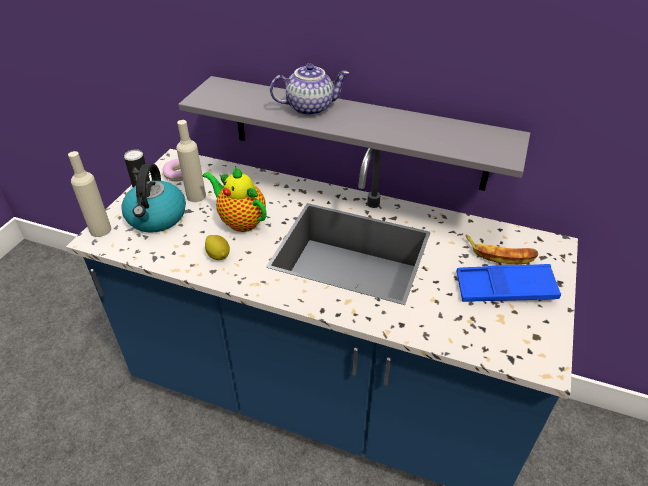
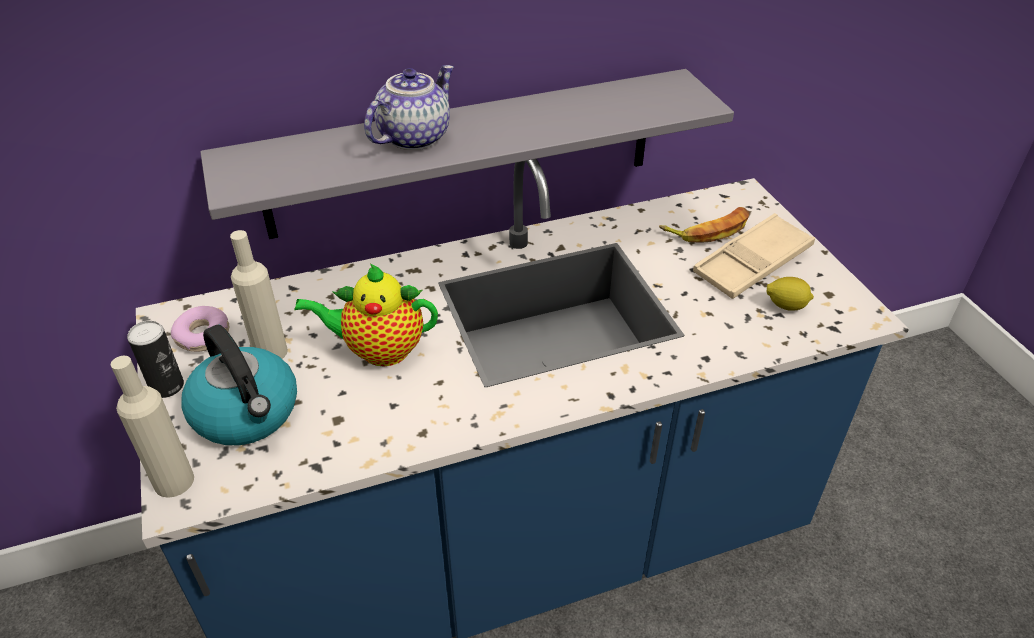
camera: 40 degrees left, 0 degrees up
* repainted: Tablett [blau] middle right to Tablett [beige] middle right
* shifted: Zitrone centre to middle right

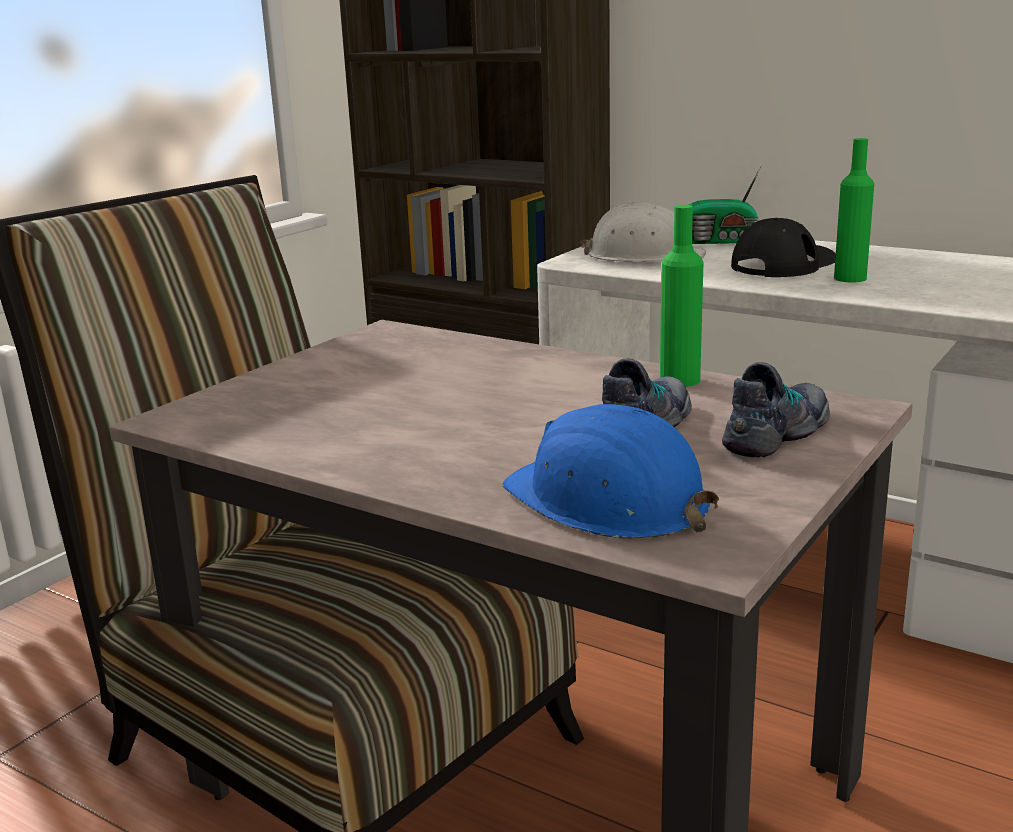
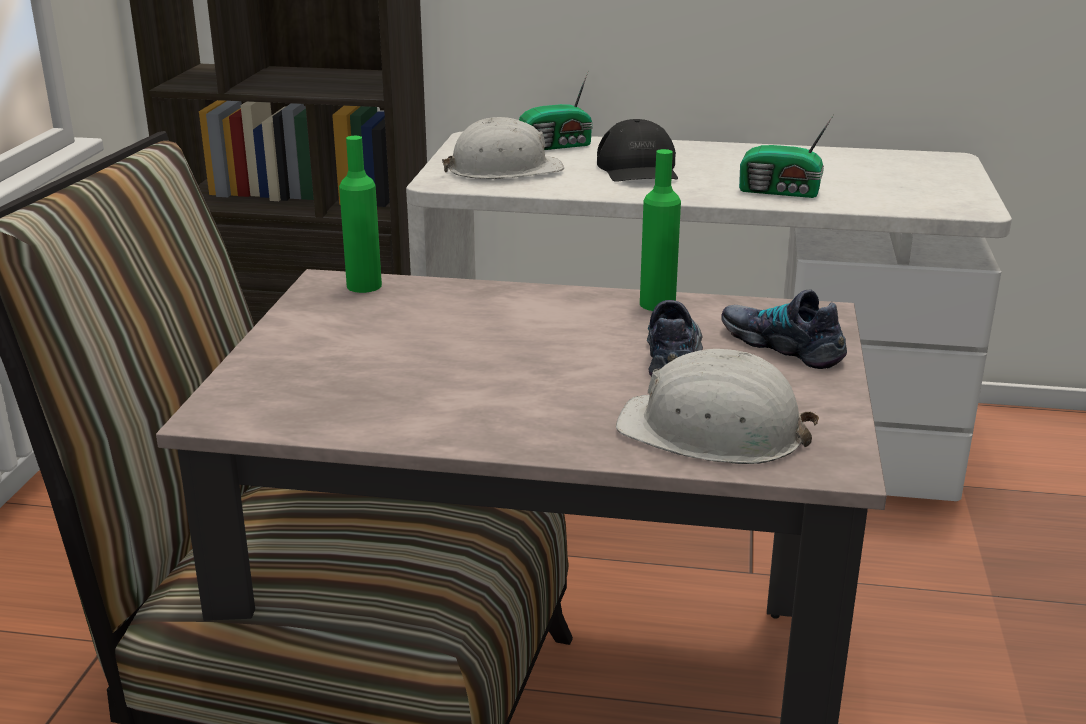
camera: 25 degrees left, 5 degrees up
* shifted: Flasche [grün] (no. 2 from left in the first image) top right to Flasche [grün] (no. 1 from left) top left
* rotated: Kappe [schwarz] top right = top centre 150 degrees clockwise
* repainted: Schutzhelm [blau] centre to Schutzhelm [weiß] (no. 2 from left) centre
* rotated: Schuh (no. 2 from left) middle right = middle right 60 degrees counterclockwise
* new: Radio (no. 2 from left) top right

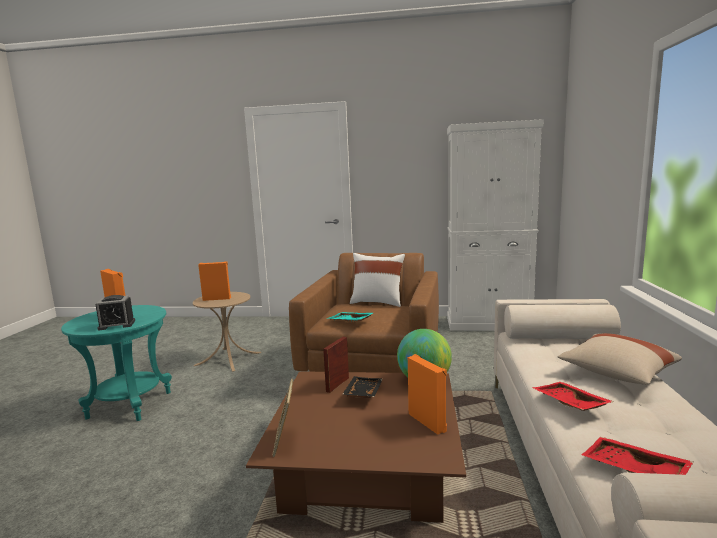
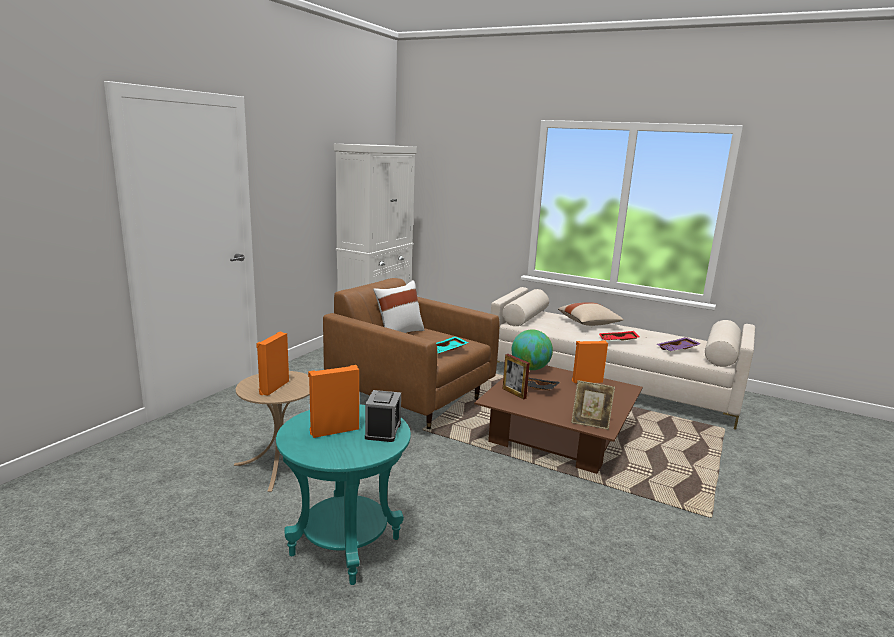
camera: 70 degrees left, 5 degrees up
* repainted: Tablett [rot] (no. 2 from left) bottom right to Tablett [lila] middle right

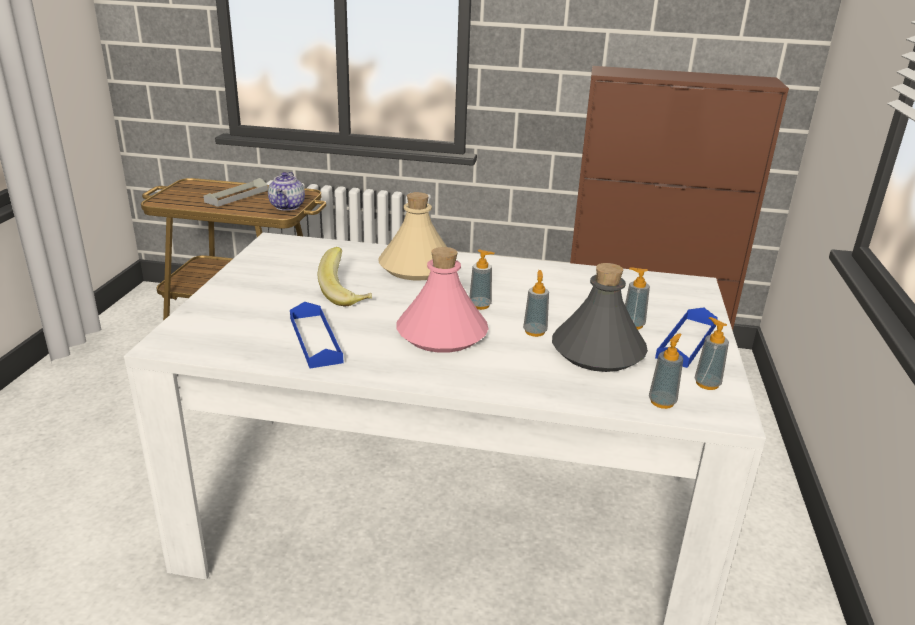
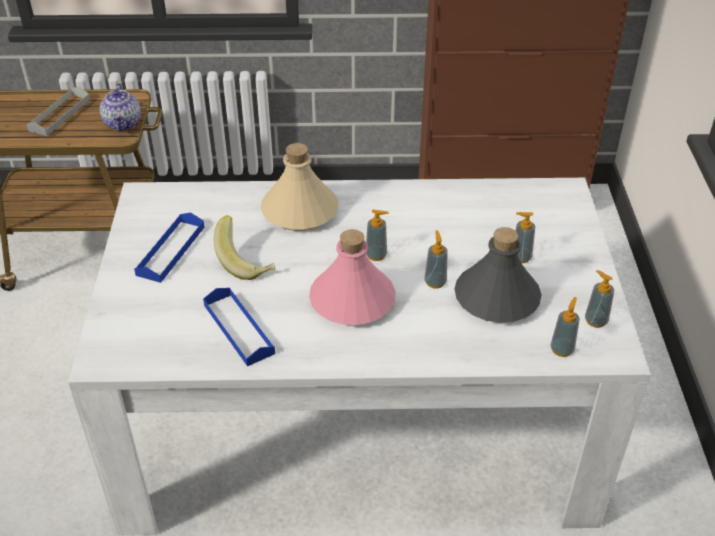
camera: 10 degrees left, 15 degrees up
* shifted: Tablett [blau] (no. 2 from left in the first image) middle right to Tablett [blau] (no. 1 from left) middle left

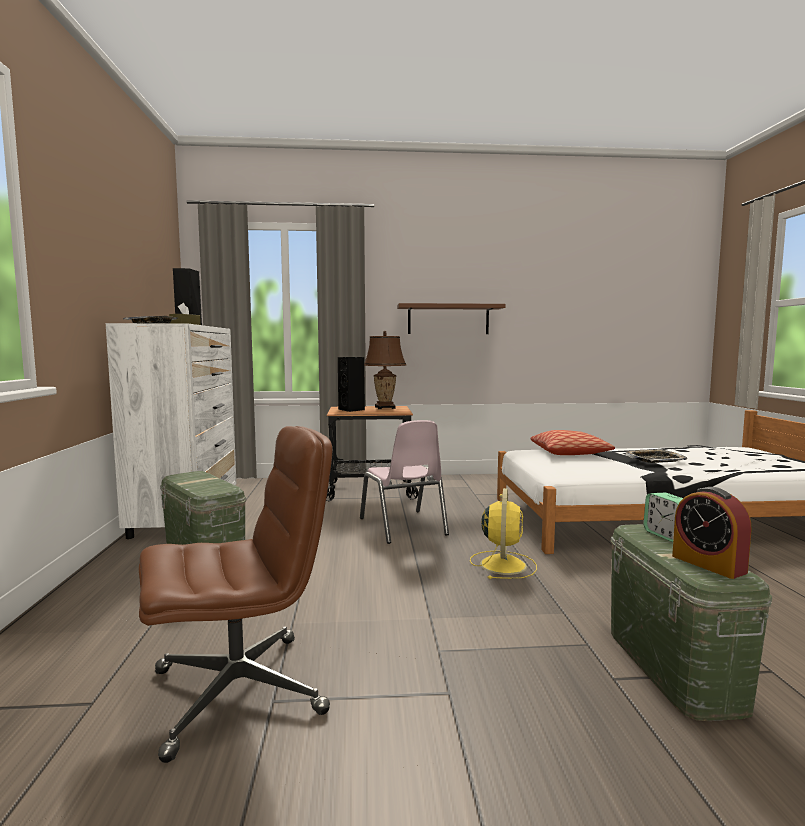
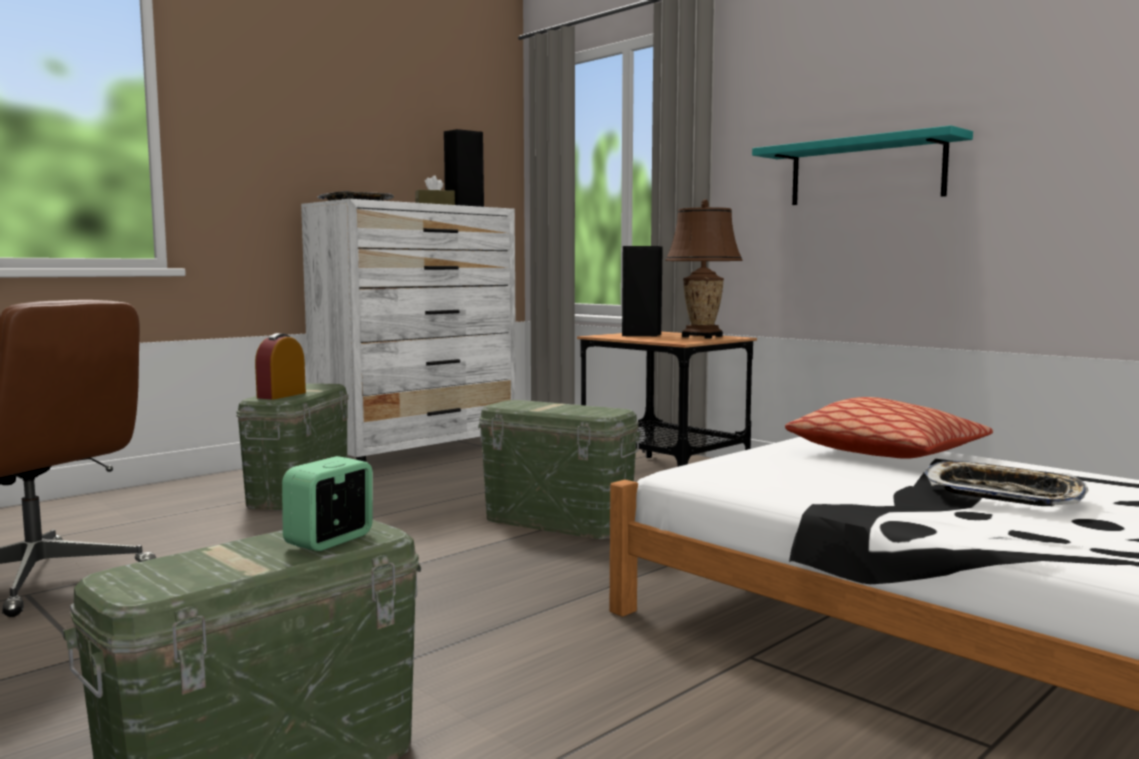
camera: 50 degrees right, 0 degrees up
* shifted: Wecker (no. 2 from left in the first image) middle right to Wecker (no. 1 from left) middle left
* swapped: Stuhl [rosa] centre to Aufbewahrungsbox [grün] (no. 3 from left) centre
* repainted: Wandregal [braun] centre to Wandregal [türkis] top right
* gone: Ventilator [gelb] centre

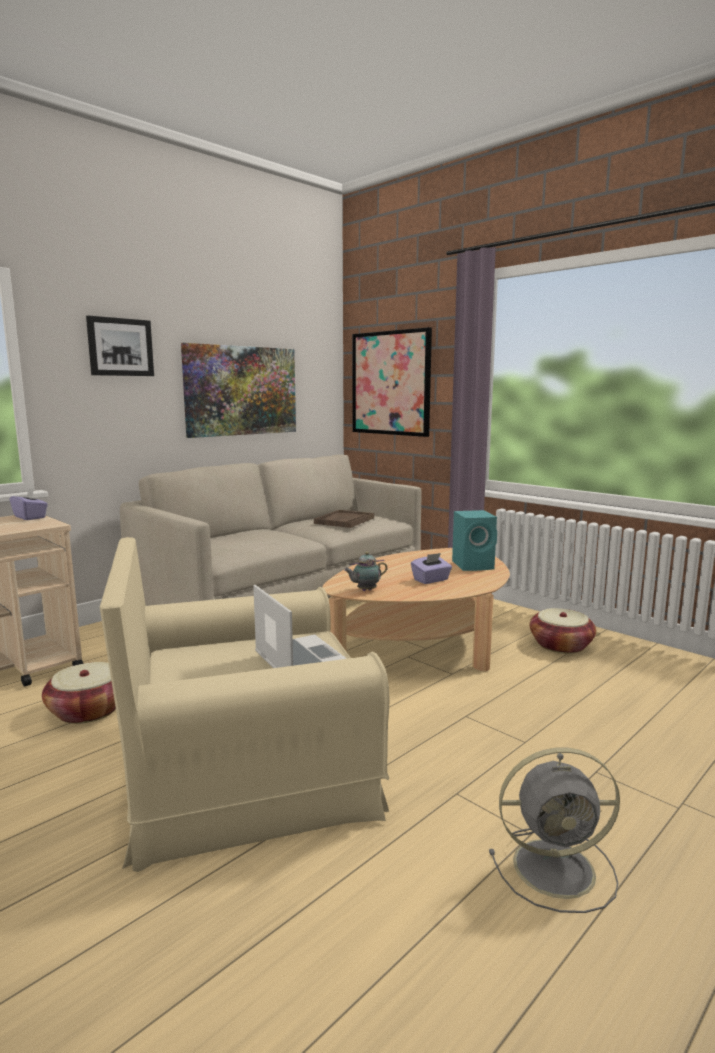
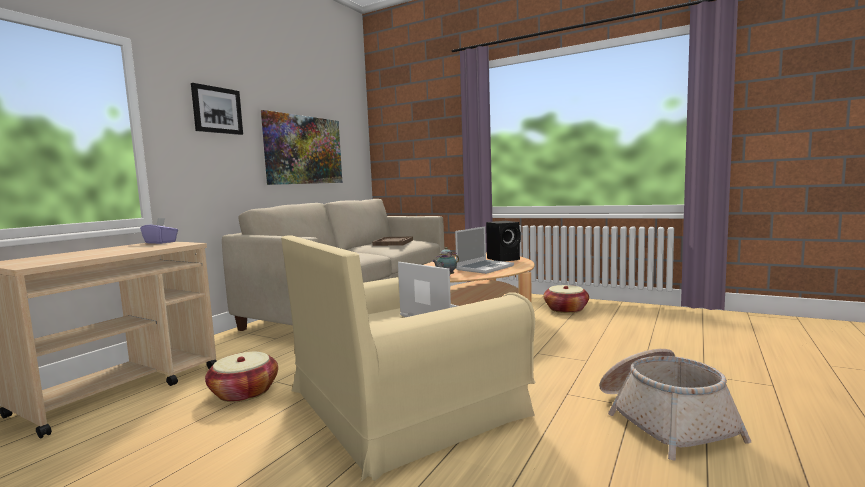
camera: 15 degrees left, 5 degrees down
* swapped: Taschentuchbox [lila] (no. 2 from left) centre to Laptop (no. 2 from left) centre
* repainted: Lautsprecher [türkis] centre to Lautsprecher [schwarz] centre
* swapped: Ventilator [grau] bottom right to Korb (no. 3 from left) bottom right
* gone: Bild (no. 3 from left) centre

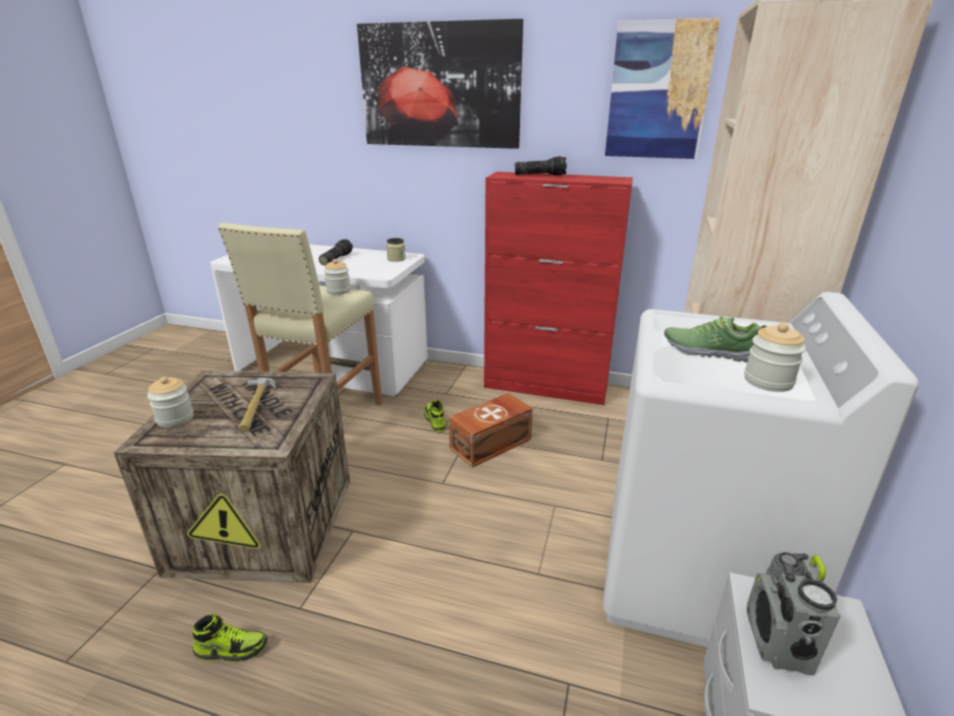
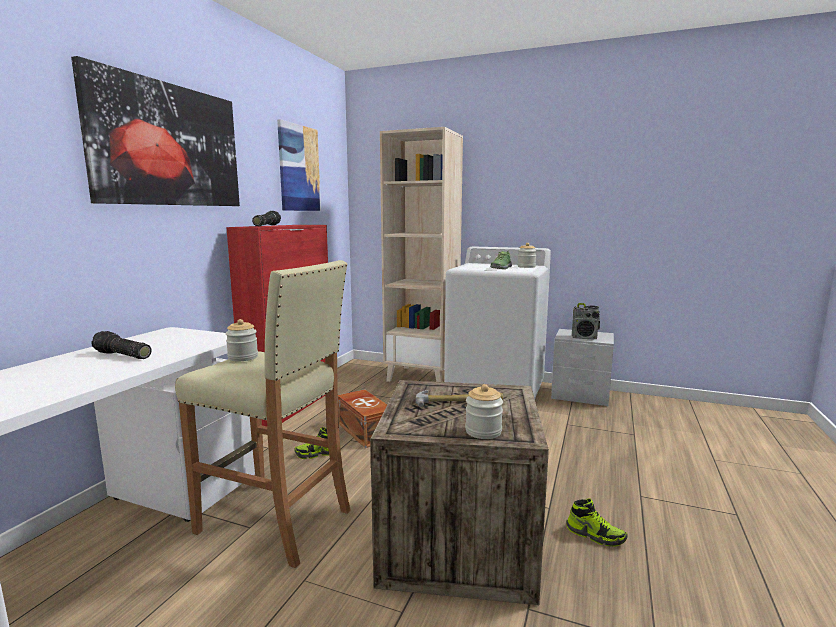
camera: 85 degrees left, 15 degrees down
* rotated: Schuh (no. 1 from left in the first image) bottom left = bottom right 120 degrees clockwise
* gone: Vorratsglas (no. 3 from left) centre

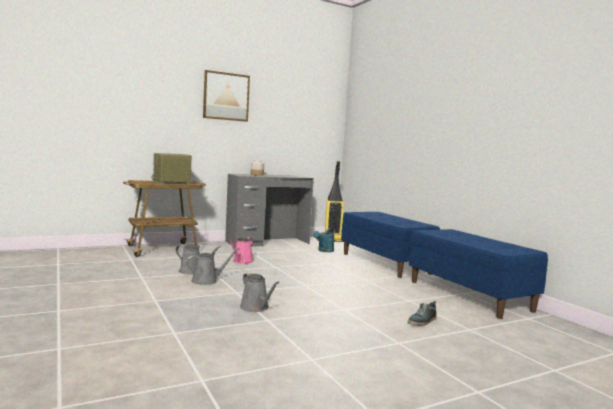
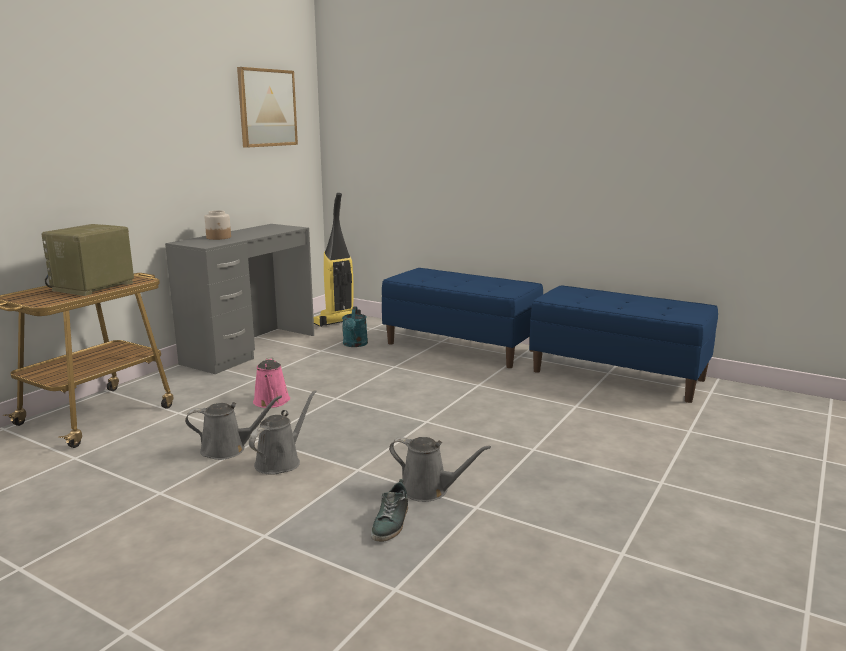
camera: 30 degrees left, 10 degrees up
* shifted: Bild top centre to top left
* shifted: Schuh bottom right to bottom centre

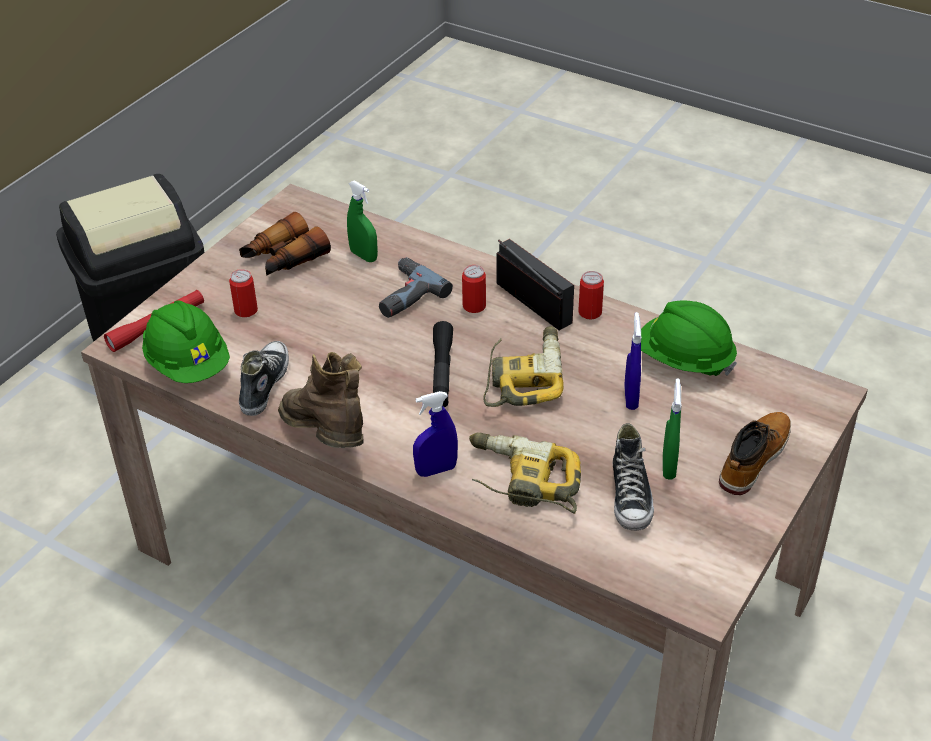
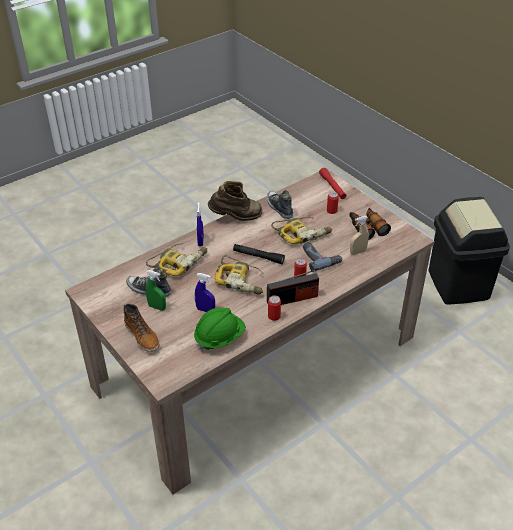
camera: 110 degrees right, 0 degrees up
* rotated: Schuh (no. 1 from left in the first image) middle left = centre 150 degrees counterclockwise
* new: Bohrmaschine (no. 3 from left) centre
* repainted: Sprühflasche [grün] (no. 1 from left) top centre to Sprühflasche [beige] middle right
* gone: Schutzhelm [grün] (no. 1 from left) middle left

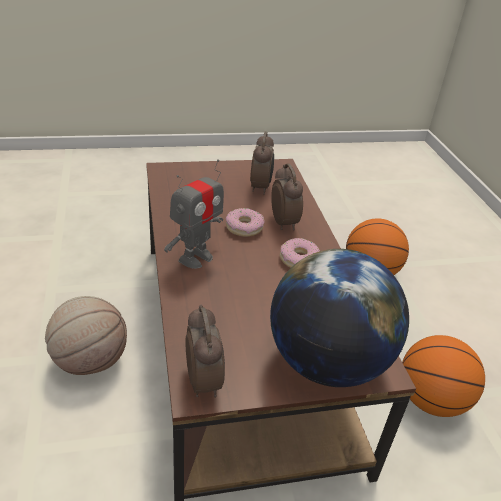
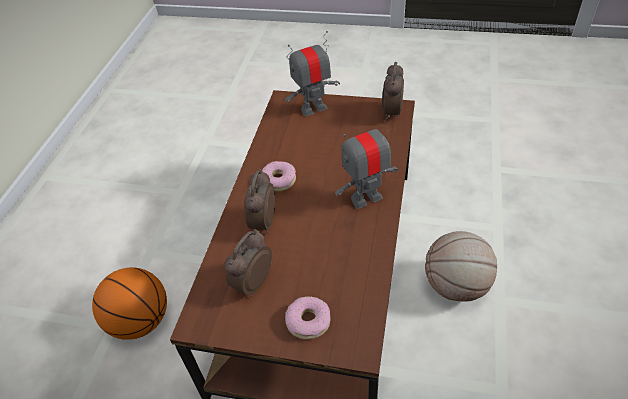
camera: 150 degrees left, 10 degrees up
* swapped: Globus middle right to Spielzeugroboter (no. 1 from left) top centre
* shifted: Donut (no. 1 from left in the first image) centre to Donut (no. 2 from left) bottom centre
* gone: Basketball (no. 3 from left) bottom right

